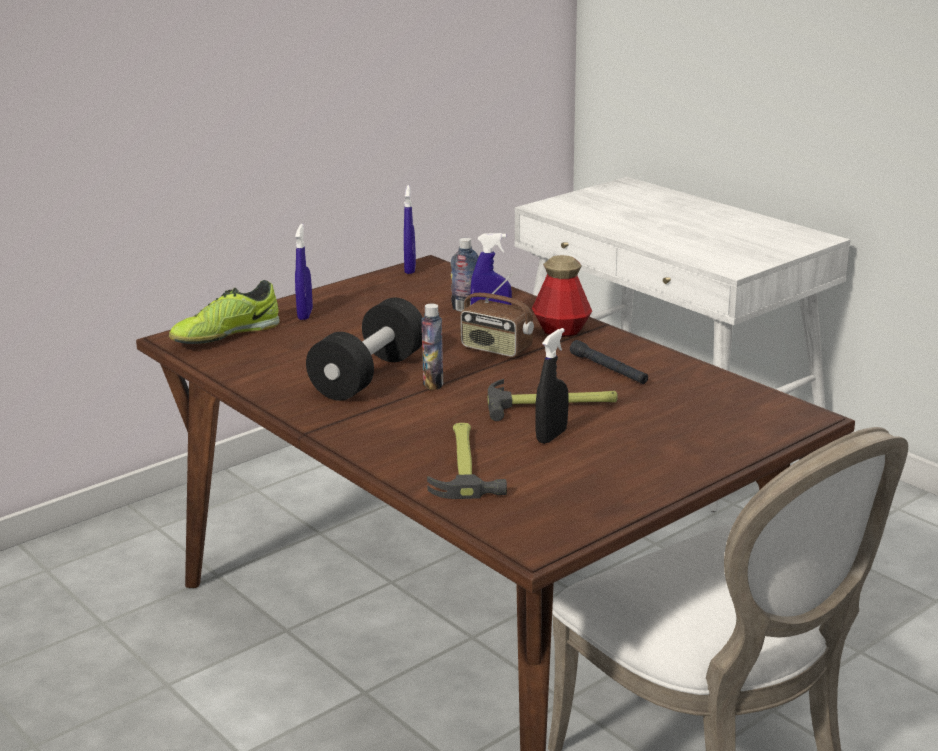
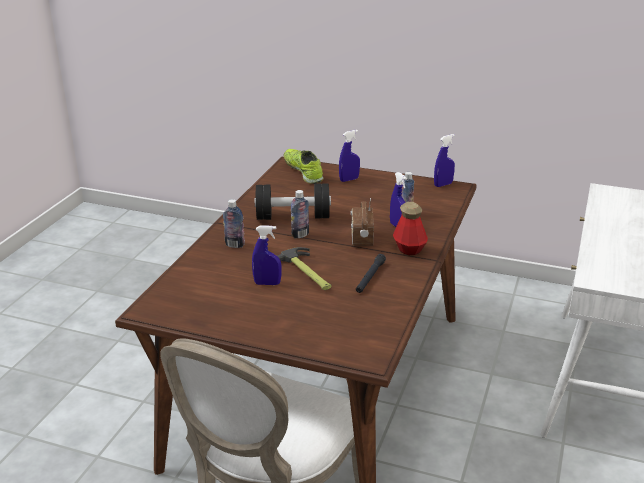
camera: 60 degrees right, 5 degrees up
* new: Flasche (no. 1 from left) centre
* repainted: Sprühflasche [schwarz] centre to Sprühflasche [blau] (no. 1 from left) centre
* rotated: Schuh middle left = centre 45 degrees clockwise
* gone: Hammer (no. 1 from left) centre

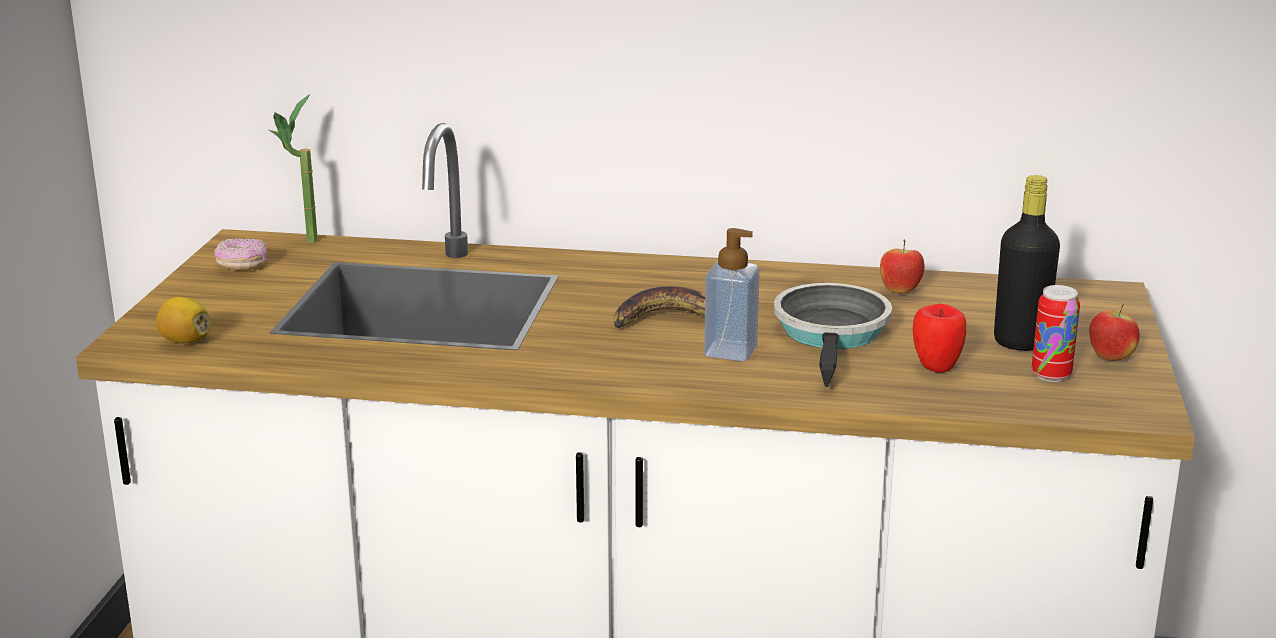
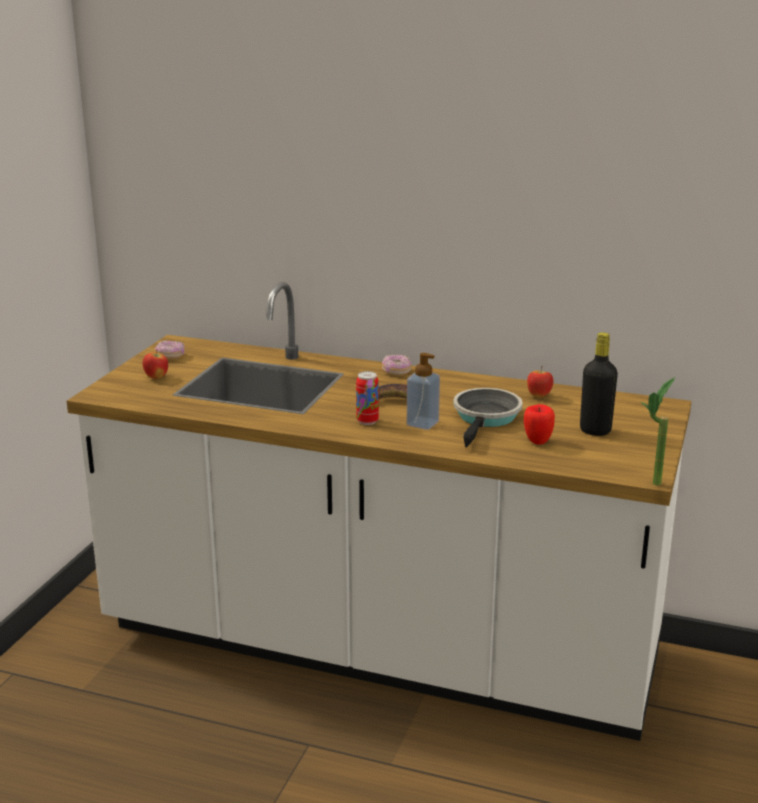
camera: 10 degrees right, 0 degrees up
* shifted: Apfel (no. 3 from left in the first image) middle right to Apfel (no. 1 from left) middle left
* shifted: Dose middle right to centre
* new: Donut (no. 2 from left) centre
* shifted: Topfpflanze top left to middle right
* gone: Zitrone middle left

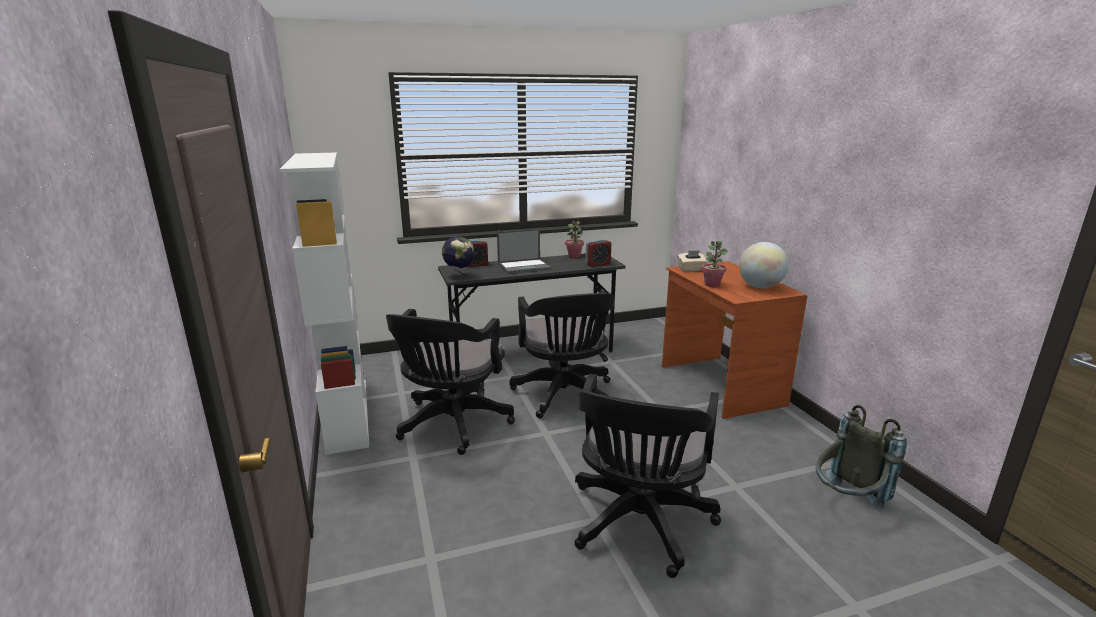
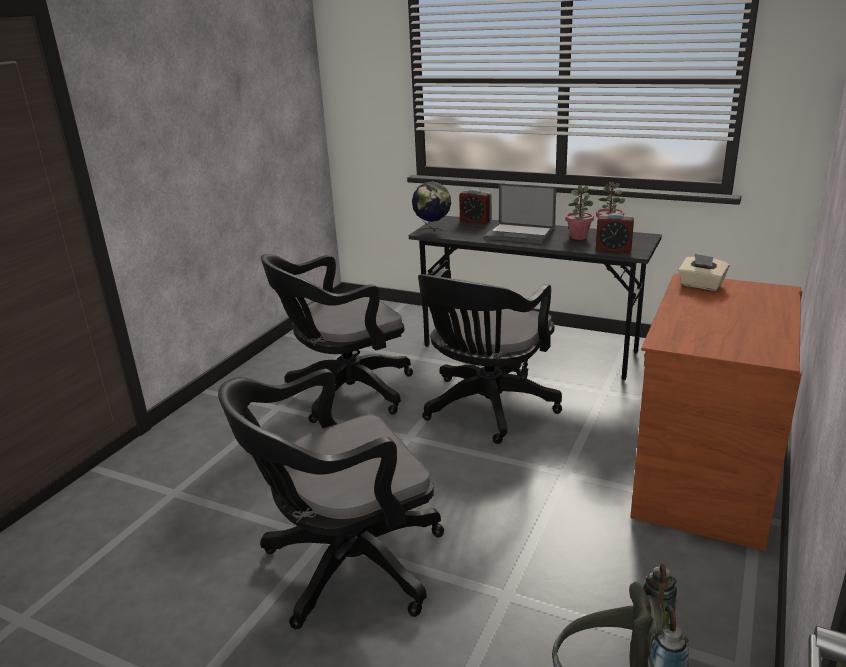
camera: 45 degrees right, 5 degrees up
* shifted: Topfpflanze (no. 2 from left in the first image) centre to Topfpflanze (no. 1 from left) top right
* gone: Bücherregal [weiß] middle left
* gone: Globus (no. 2 from left) middle right

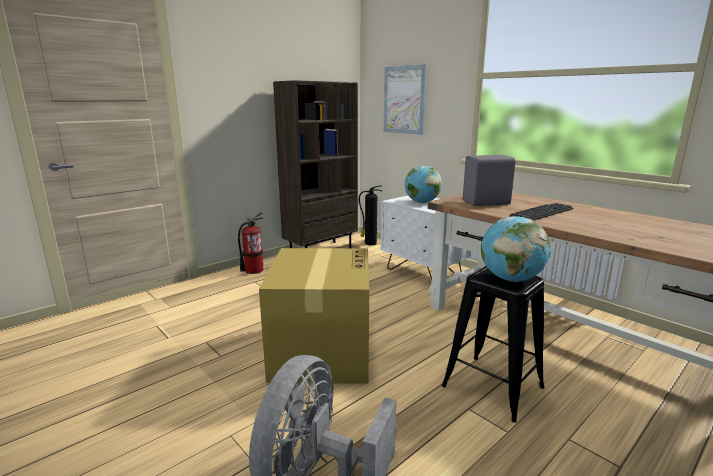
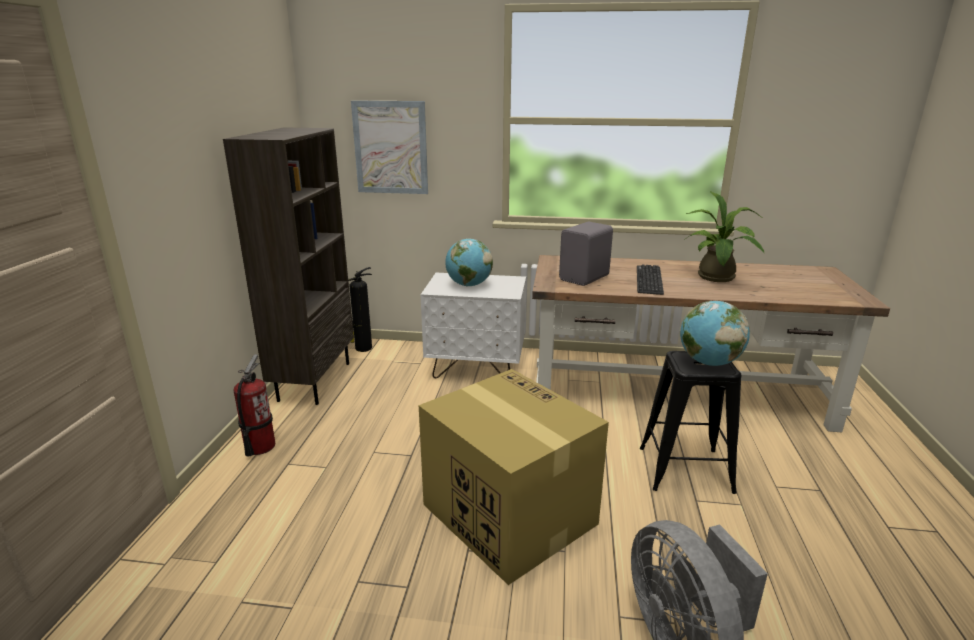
camera: 40 degrees left, 5 degrees up
* new: Topfpflanze middle right

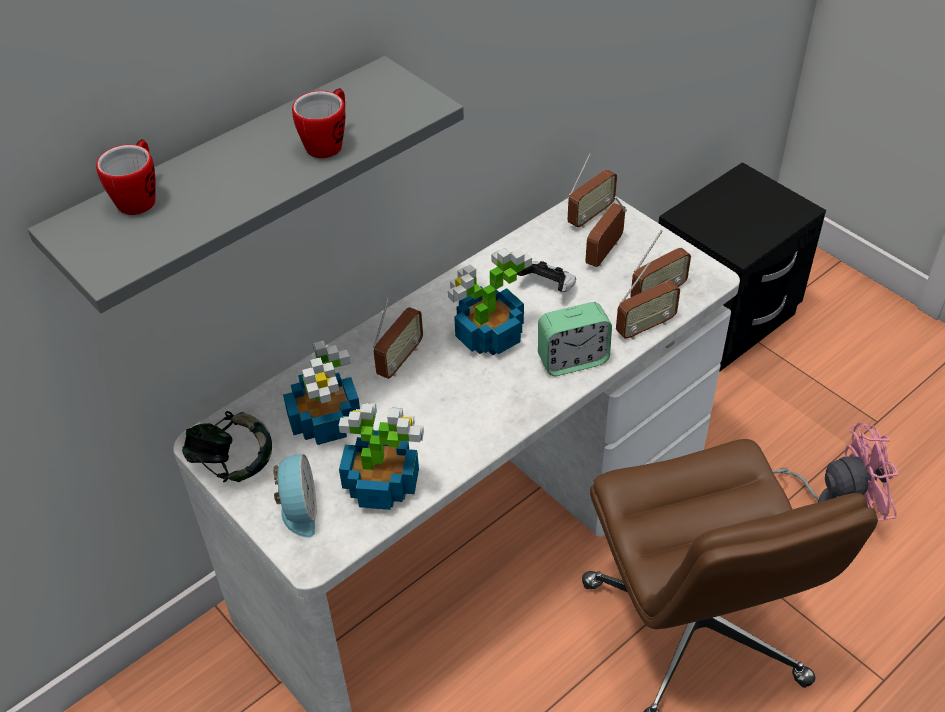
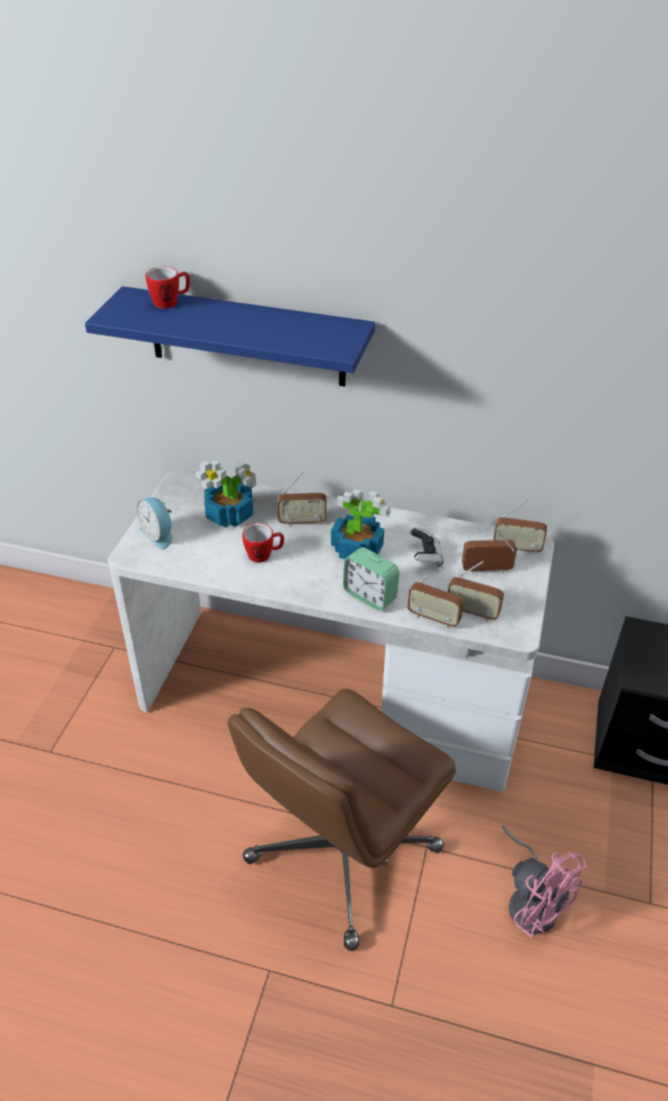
camera: 55 degrees right, 5 degrees down
* repainted: Wandregal [grau] top left to Wandregal [blau] top centre
* rotated: Wecker (no. 1 from left) bottom left = middle left 90 degrees clockwise
* shifted: Henkelbecher (no. 2 from left) top centre to centre
* gone: Kopfhörer middle left
* gone: Topfpflanze (no. 2 from left) centre

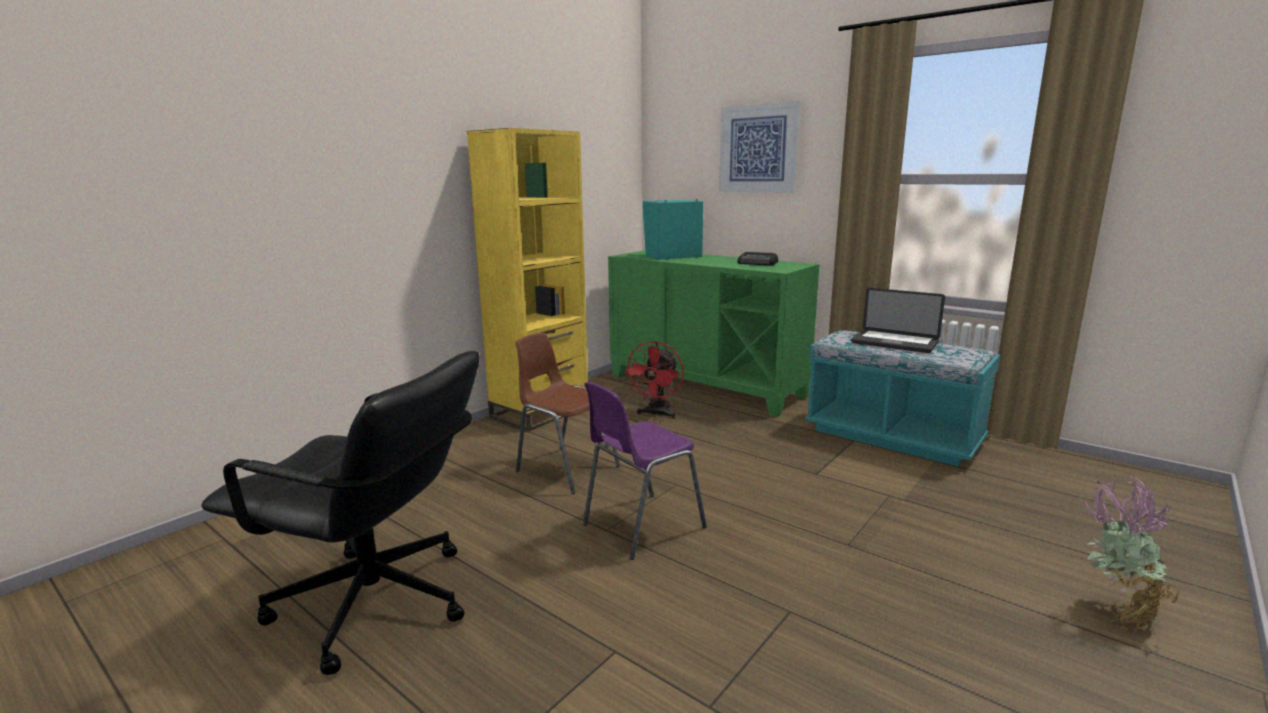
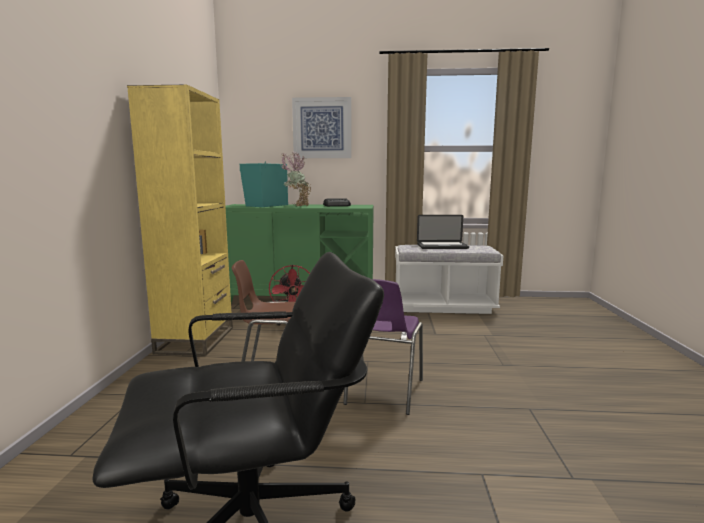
camera: 35 degrees left, 5 degrees down
* shifted: Topfpflanze bottom right to centre
* repainted: Bank [türkis] middle right to Bank [weiß] centre

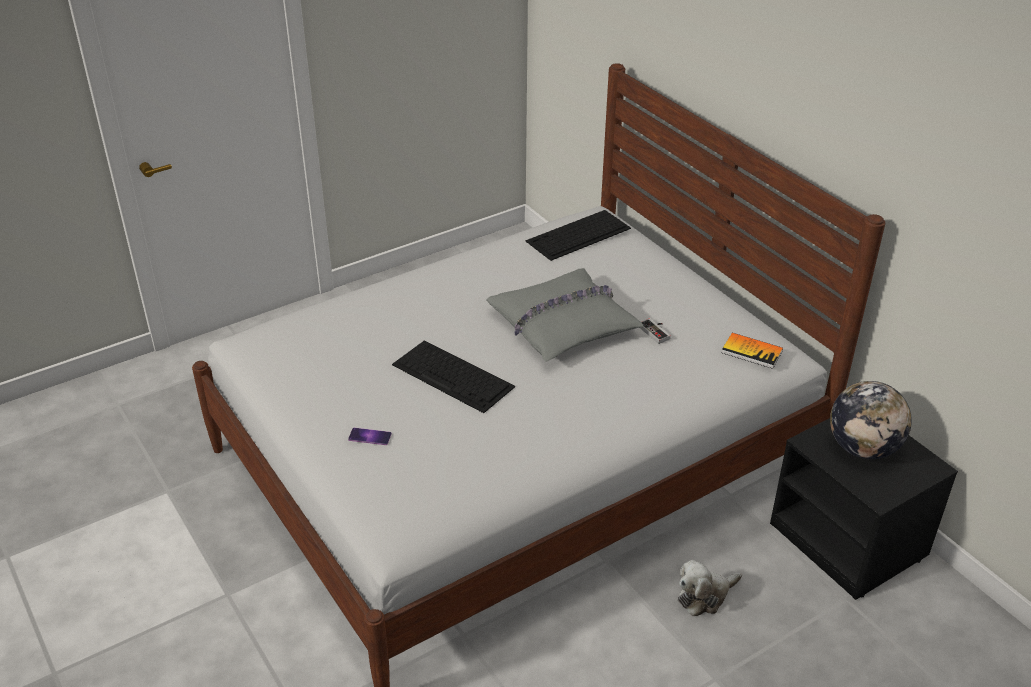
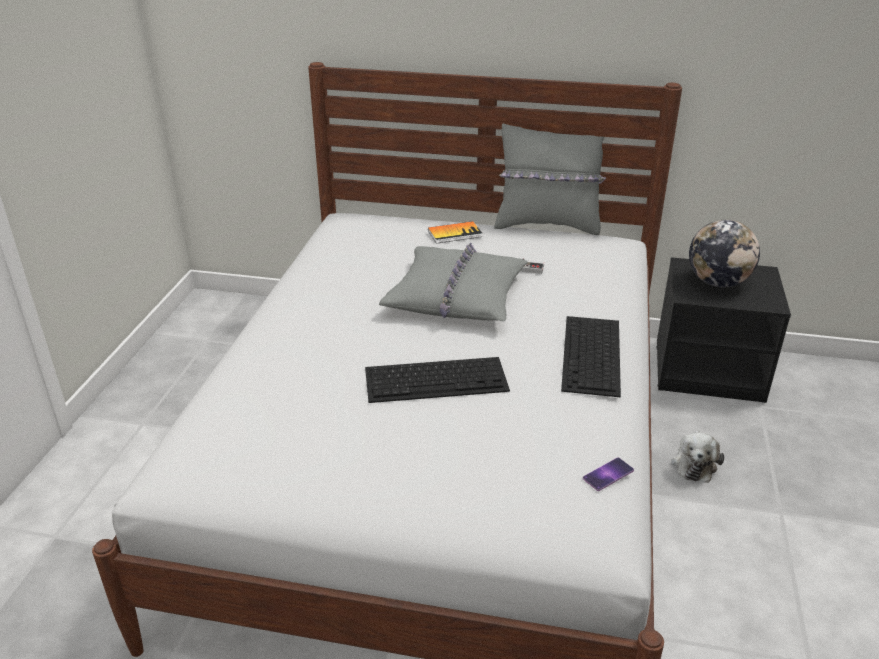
camera: 45 degrees left, 5 degrees down
* shifted: Buch middle right to centre
* new: Kissen [grau] (no. 2 from left) top centre
* shifted: Tastatur (no. 2 from left) centre to middle right
* shifted: Handy centre to bottom right

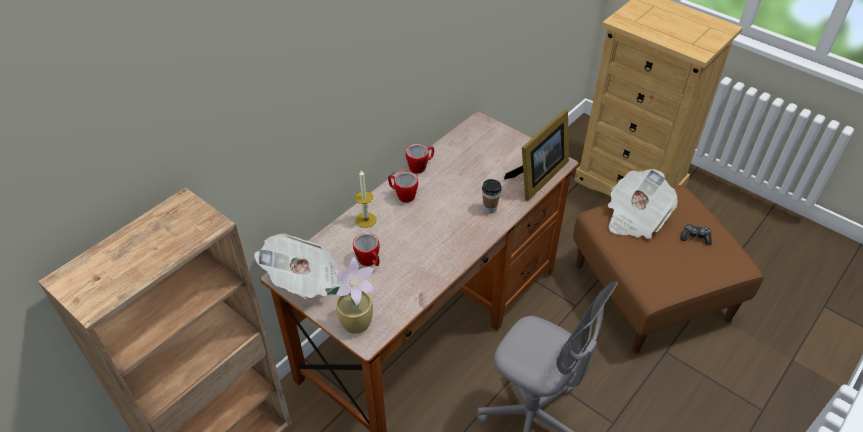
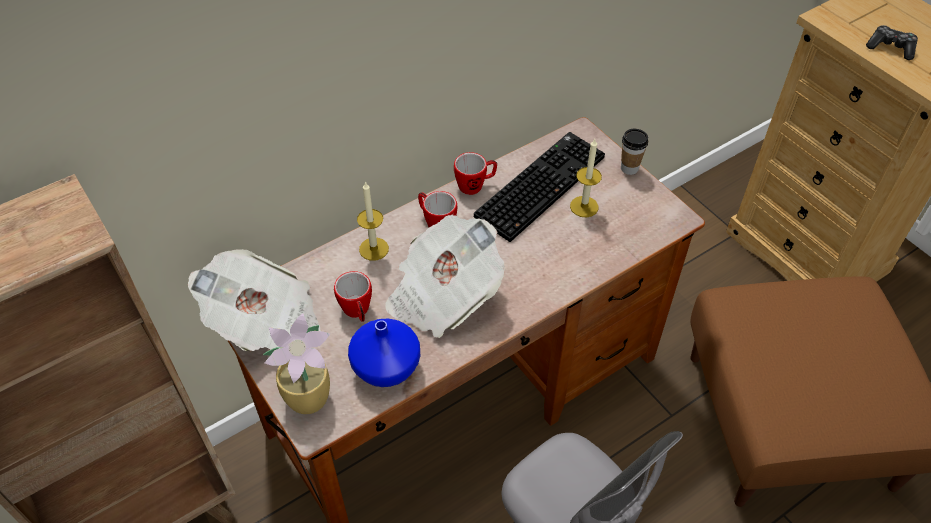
camera: 15 degrees right, 5 degrees up
* new: Vase [blau] bottom centre
* shifted: Zeitung (no. 2 from left) middle right to centre
* new: Tastatur centre
* new: Kerze (no. 2 from left) centre
* shifted: Tasse centre to top right
* shifted: Gamepad middle right to top right
* gone: Bilderrahmen centre

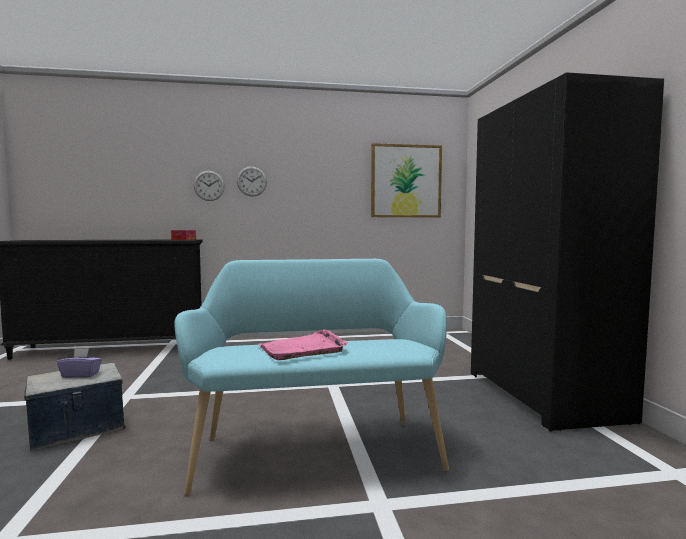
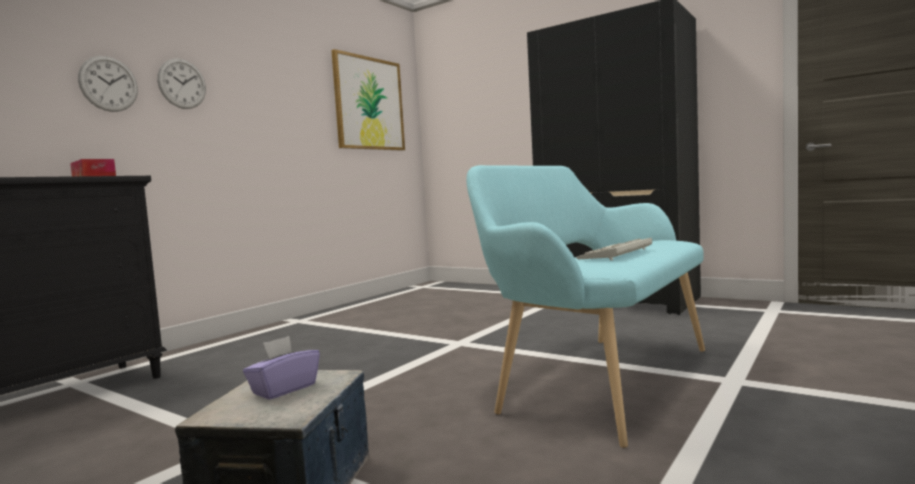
camera: 45 degrees left, 0 degrees up
* swapped: Tablett [rosa] centre to Tastatur middle right

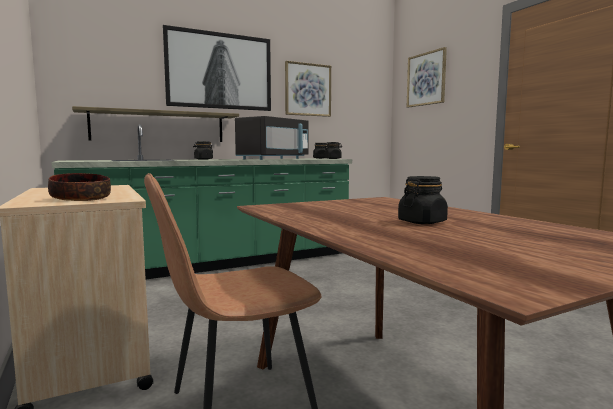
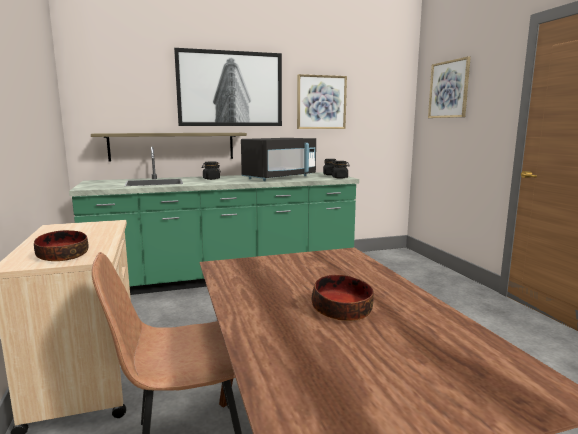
camera: 10 degrees right, 5 degrees up
* swapped: Vorratsglas [schwarz] (no. 4 from left) middle right to Schüssel (no. 2 from left) bottom centre

